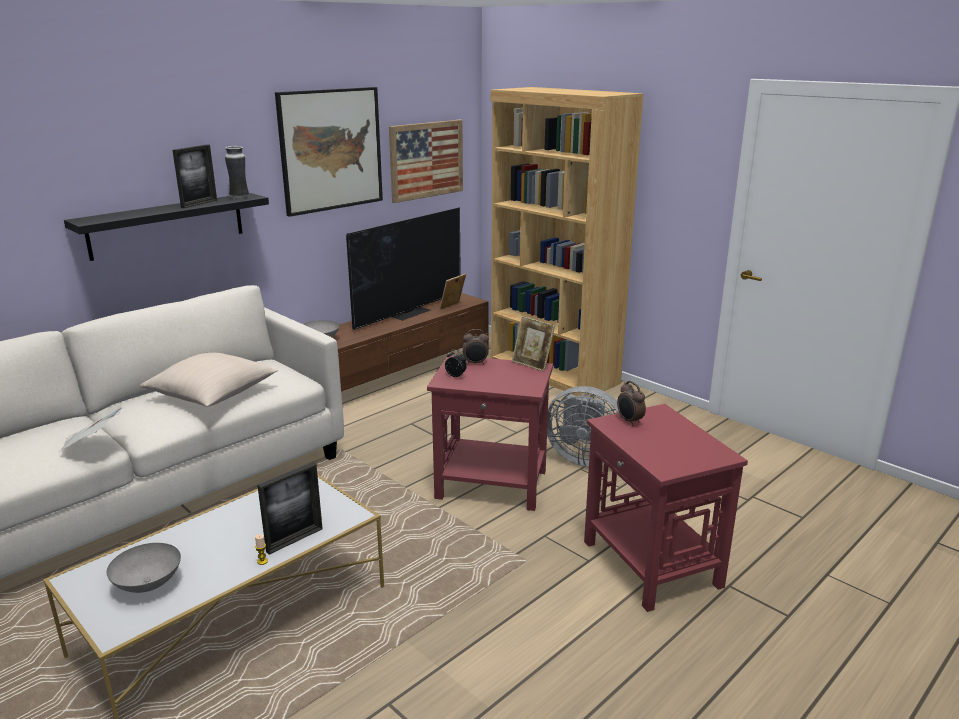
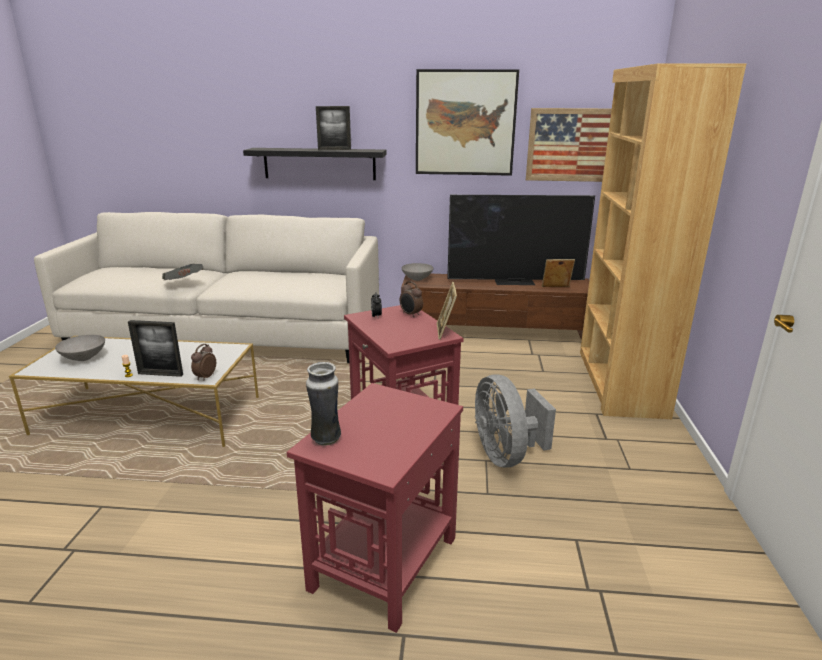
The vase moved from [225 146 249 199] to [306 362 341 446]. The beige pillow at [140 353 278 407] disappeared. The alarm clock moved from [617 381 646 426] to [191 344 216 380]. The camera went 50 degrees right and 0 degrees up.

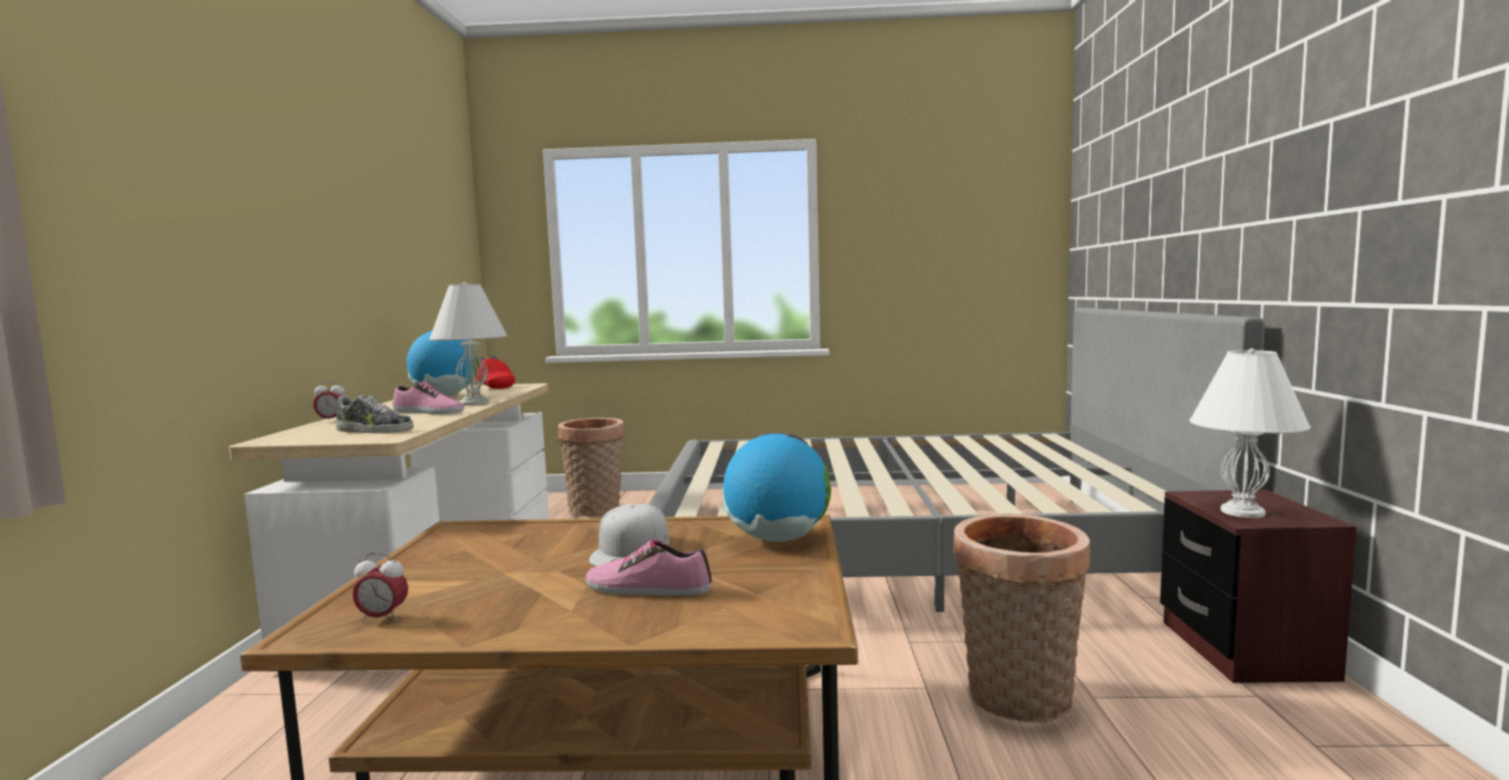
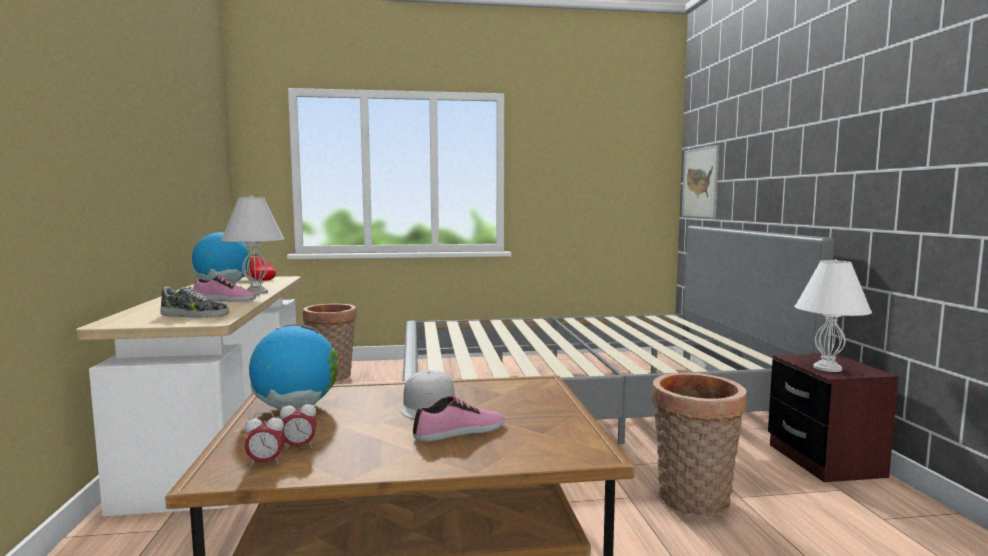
The alarm clock moved from [313 380 345 422] to [280 399 317 451]. The globe moved from [722 432 831 542] to [249 324 338 409]. The shoe at [585 540 711 595] turned 150 degrees clockwise. The picture at [682 145 719 218] appeared. The camera went 10 degrees left and 0 degrees up.

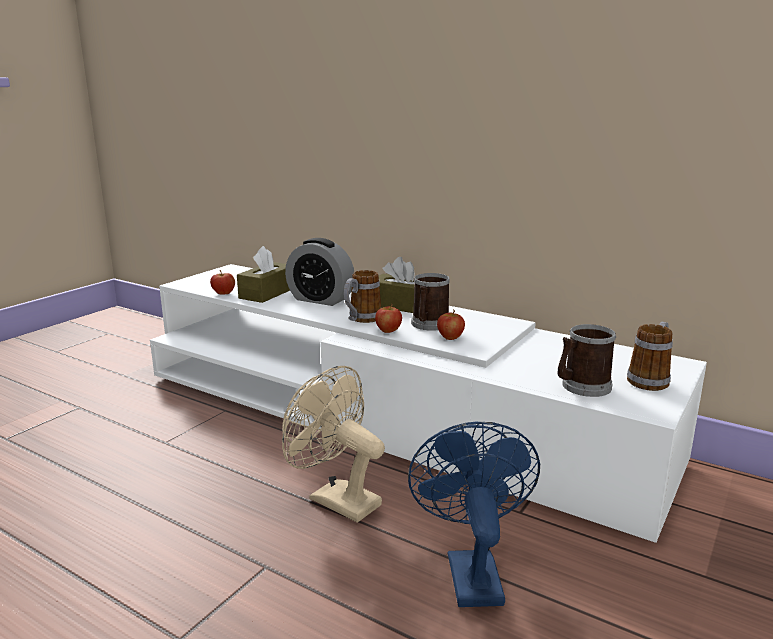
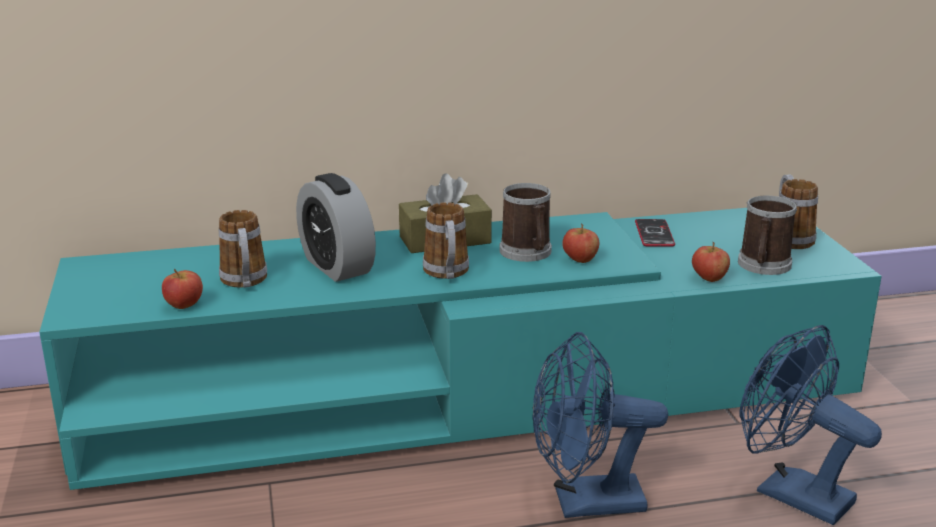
The alarm clock at [285 238 354 306] turned 75 degrees clockwise. The brown tissue box at [237 246 290 303] was replaced by the mug at [219 210 267 288]. The white tv stand at [150 264 707 543] became the turquoise tv stand at [39 208 882 490]. The apple moved from [375 303 402 333] to [692 242 730 282]. The beige fan at [282 366 385 523] became the blue fan at [532 332 668 518]. The phone at [635 219 675 246] appeared. The camera went 45 degrees left and 5 degrees up.

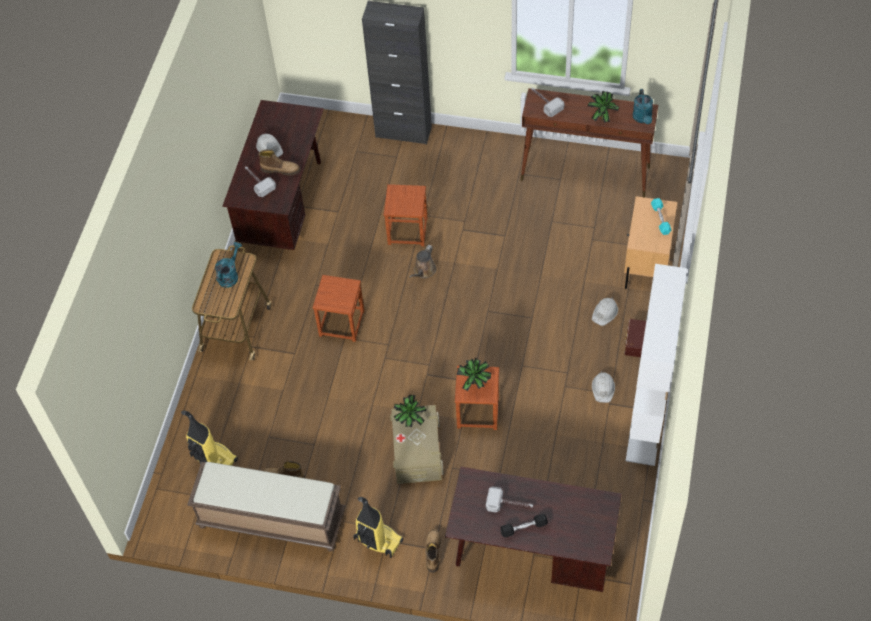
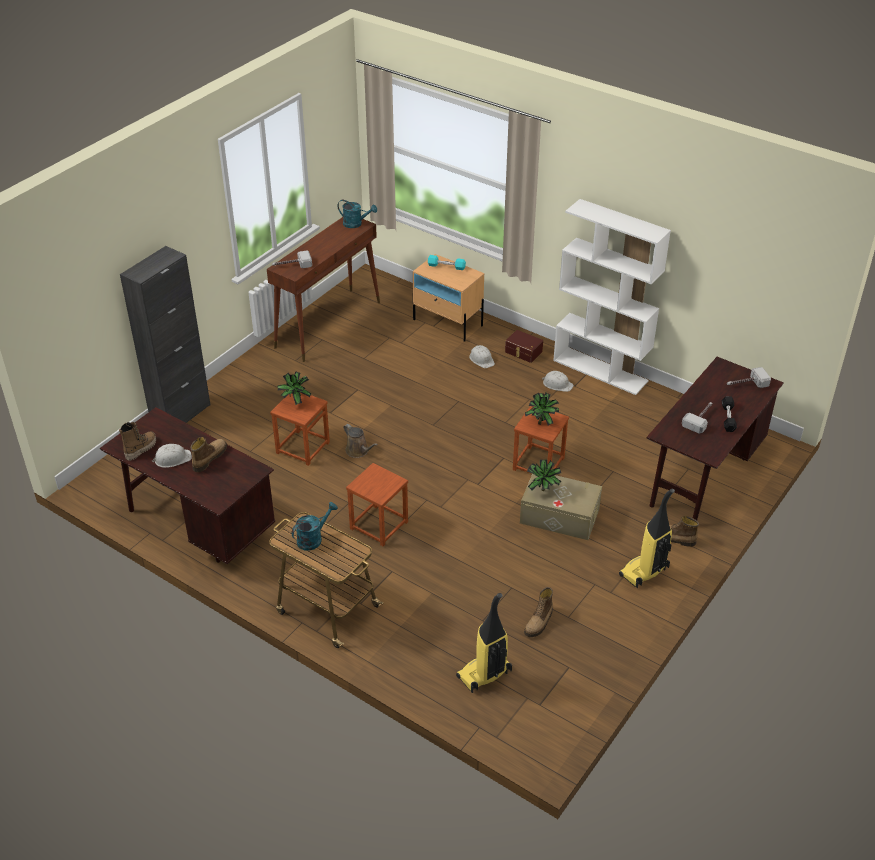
The potted plant moved from [588 91 619 123] to [277 371 311 405]. The hammer moved from [245 166 276 197] to [727 367 771 388]. The turquoise watering can at [215 242 242 288] turned 90 degrees clockwise. The brown bench at [187 462 345 551] disappeared. The boot at [119 422 156 461] appeared. The camera went 70 degrees left and 15 degrees down.

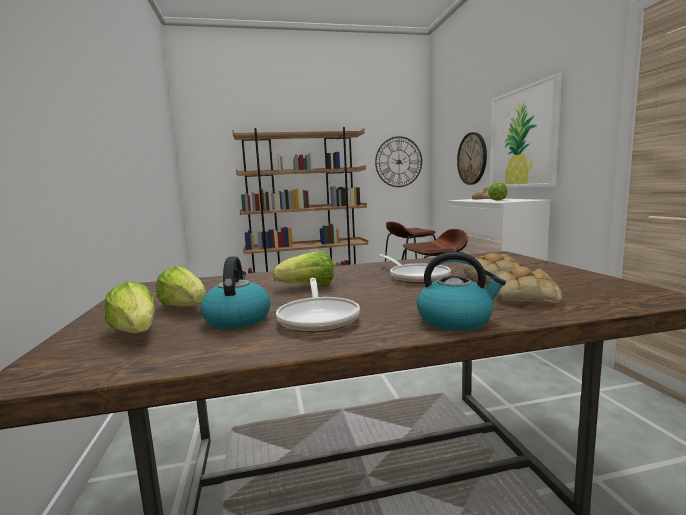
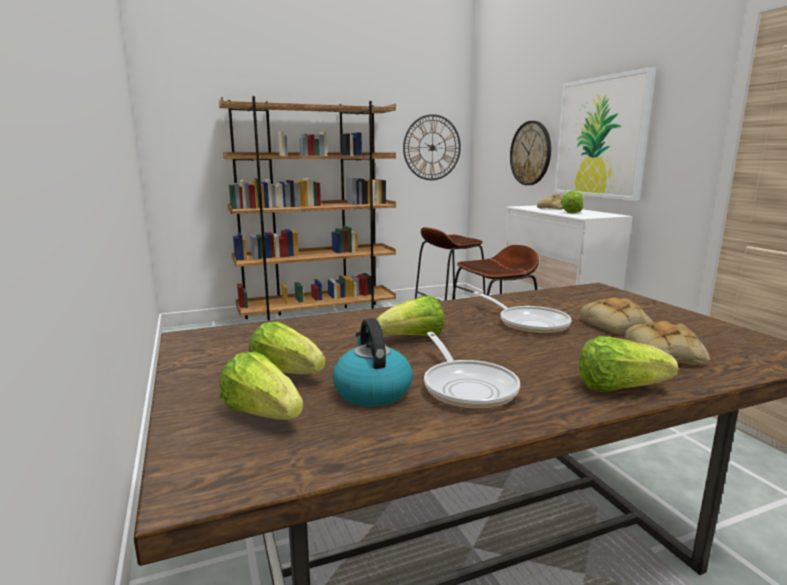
The kettle at [417 252 506 331] was replaced by the lettuce at [579 336 678 392]. The camera went 10 degrees left and 5 degrees up.

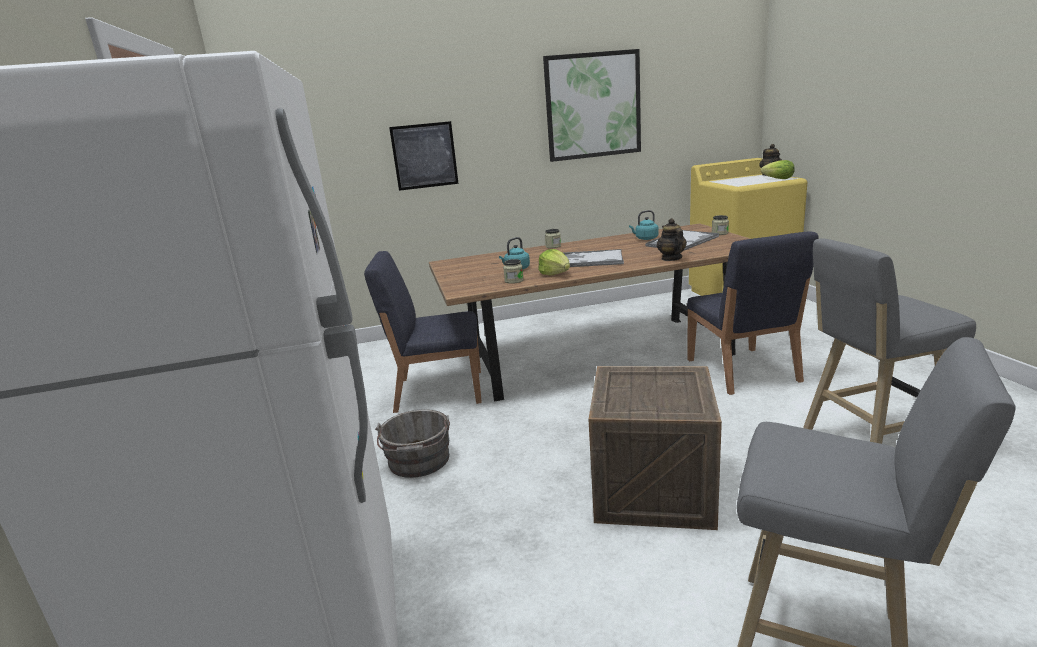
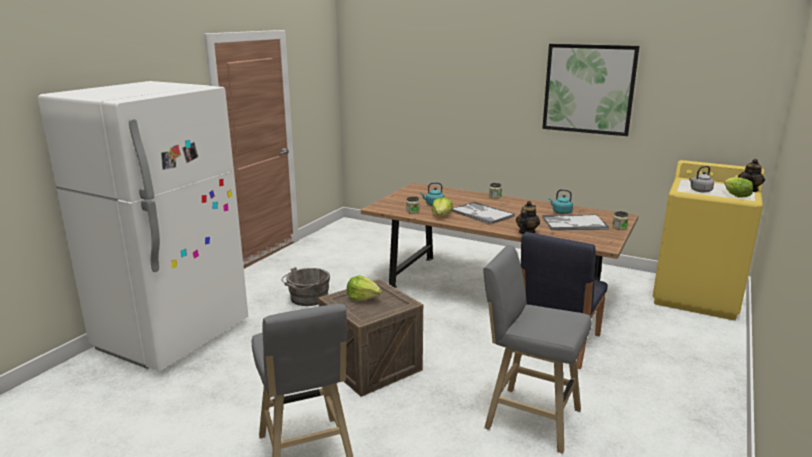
The picture at [389 121 459 191] disappeared. The blue chair at [364 251 482 413] disappeared. The grey kettle at [689 166 714 192] appeared. The lettuce at [347 275 382 301] appeared. The camera went 40 degrees right and 0 degrees up.

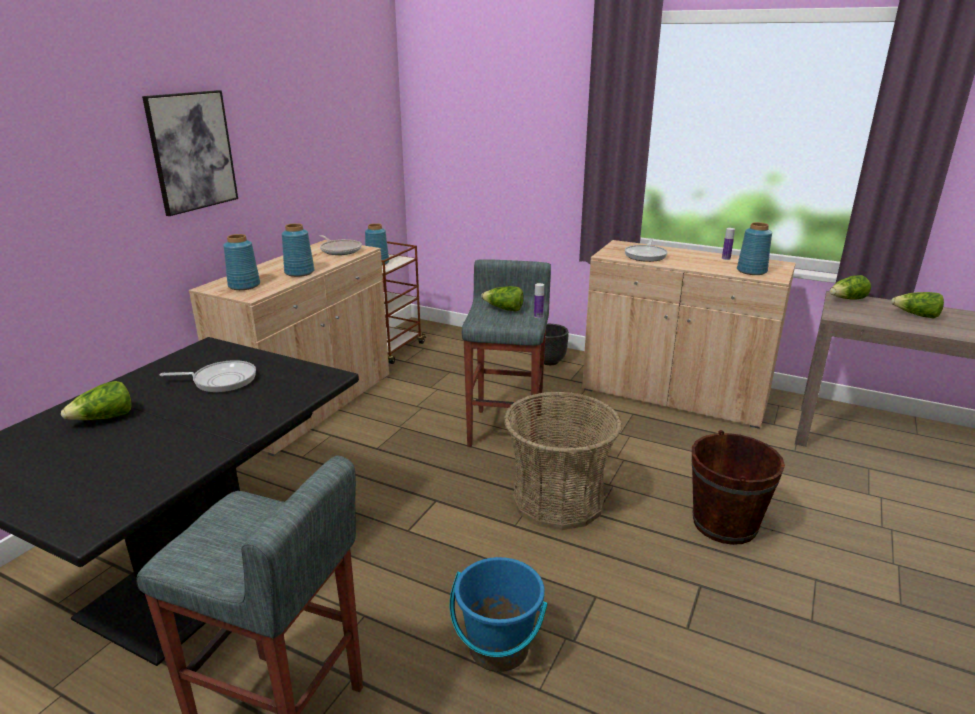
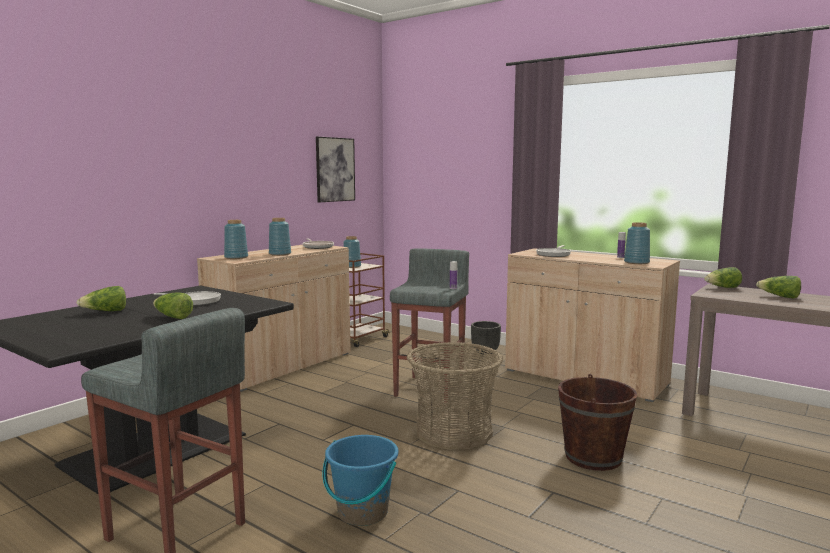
The picture moved from [142 90 238 216] to [316 136 355 202]. The lettuce moved from [481 286 524 311] to [153 292 193 319]. The camera went 10 degrees right and 15 degrees down.

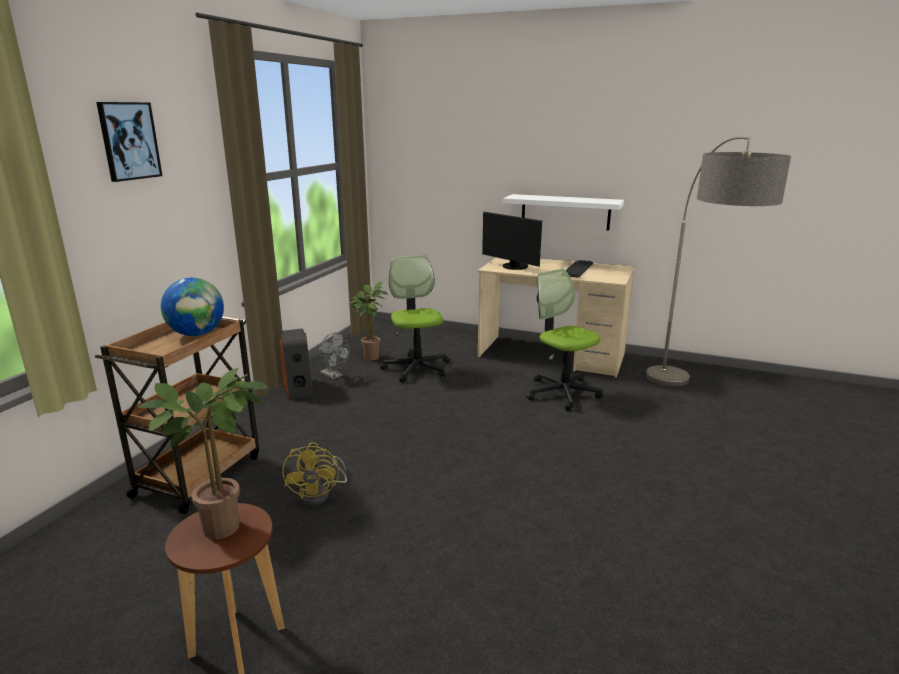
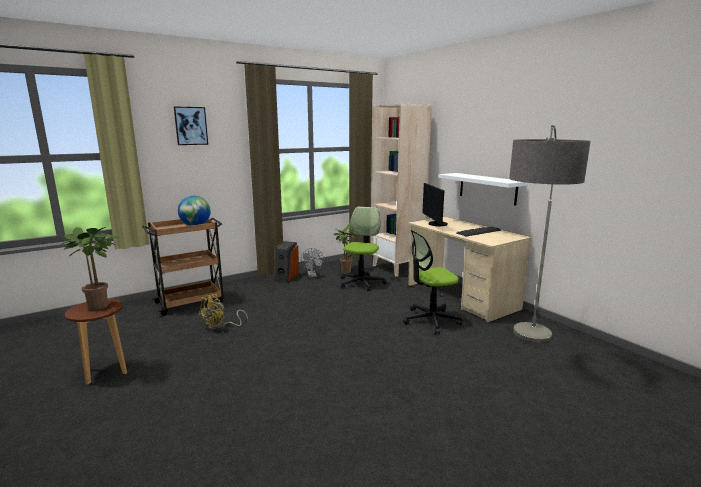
The office chair at [526 269 603 411] turned 105 degrees counterclockwise. The beige bookcase at [371 104 432 277] appeared. The camera went 35 degrees right and 5 degrees down.

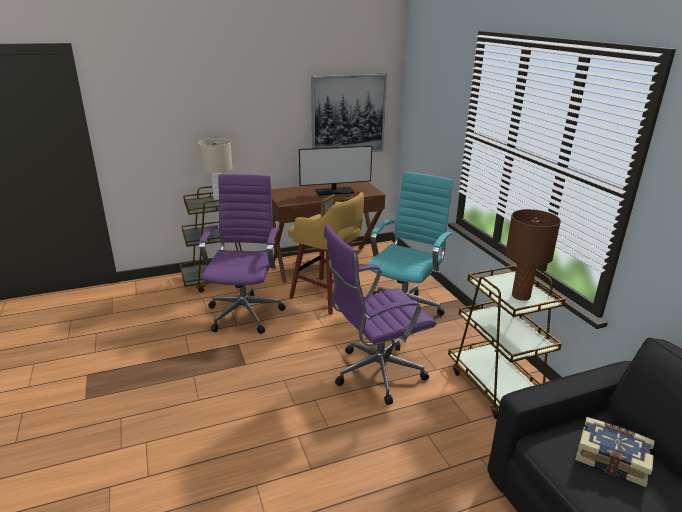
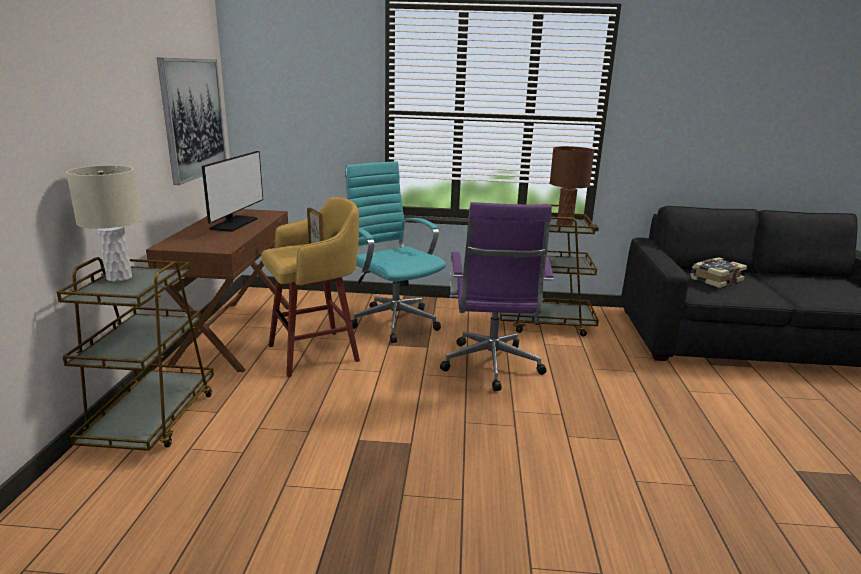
The purple office chair at [199 174 286 334] disappeared. The camera went 65 degrees left and 5 degrees down.

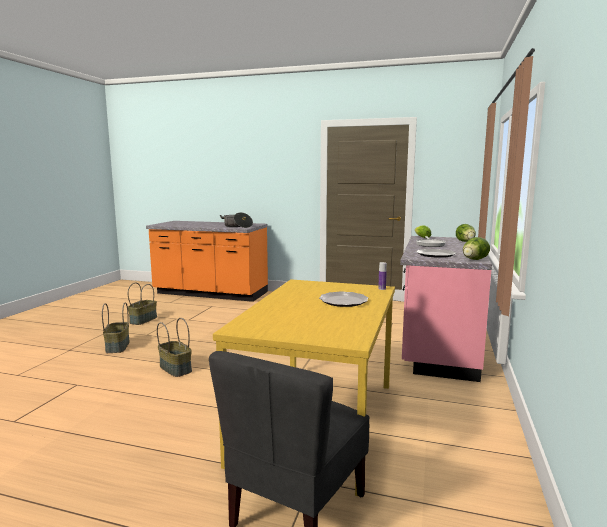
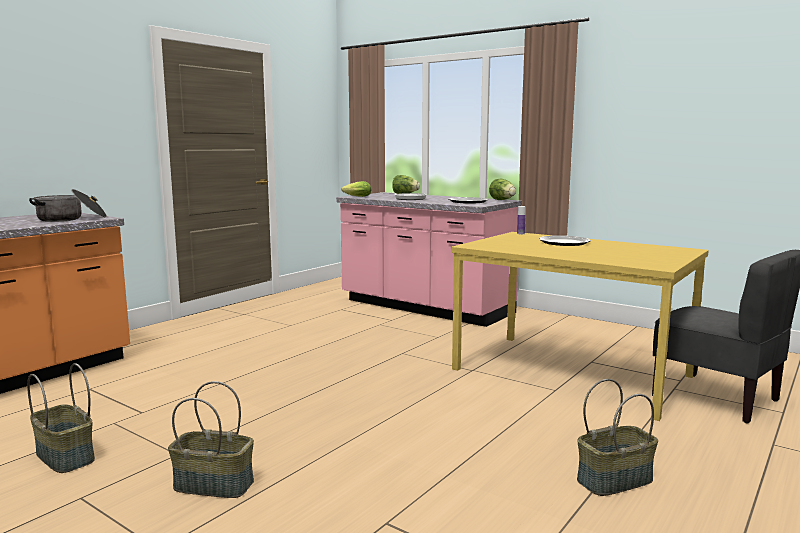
The basket moved from [157 318 192 377] to [577 379 658 496]. The camera went 70 degrees left and 0 degrees up.

